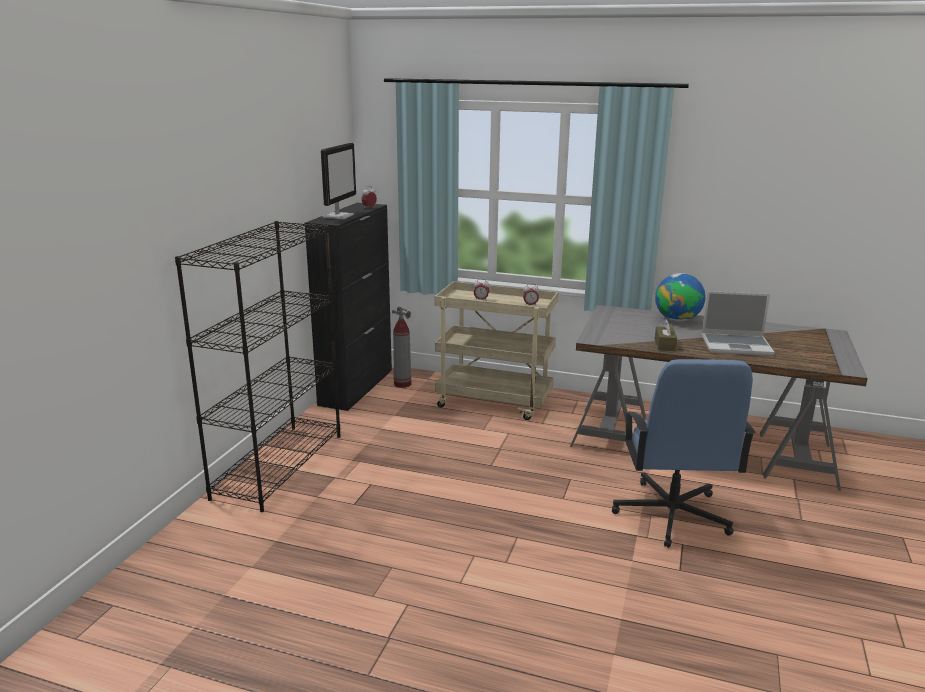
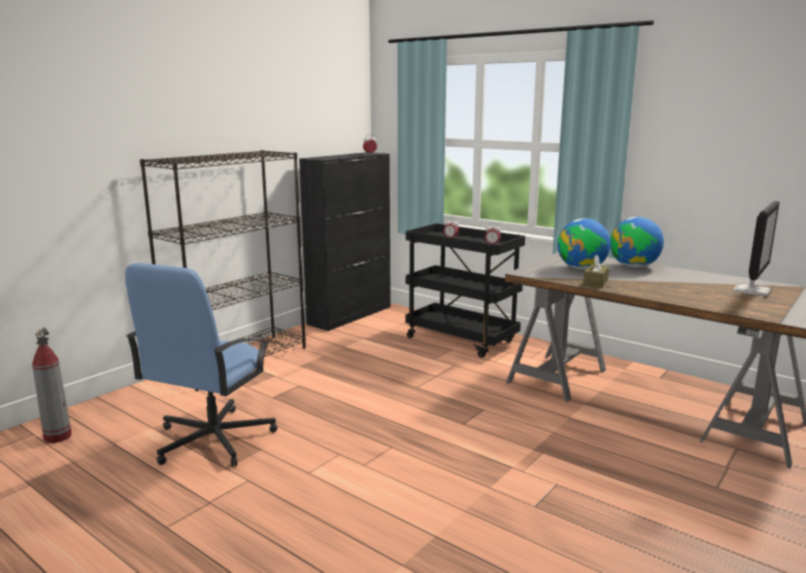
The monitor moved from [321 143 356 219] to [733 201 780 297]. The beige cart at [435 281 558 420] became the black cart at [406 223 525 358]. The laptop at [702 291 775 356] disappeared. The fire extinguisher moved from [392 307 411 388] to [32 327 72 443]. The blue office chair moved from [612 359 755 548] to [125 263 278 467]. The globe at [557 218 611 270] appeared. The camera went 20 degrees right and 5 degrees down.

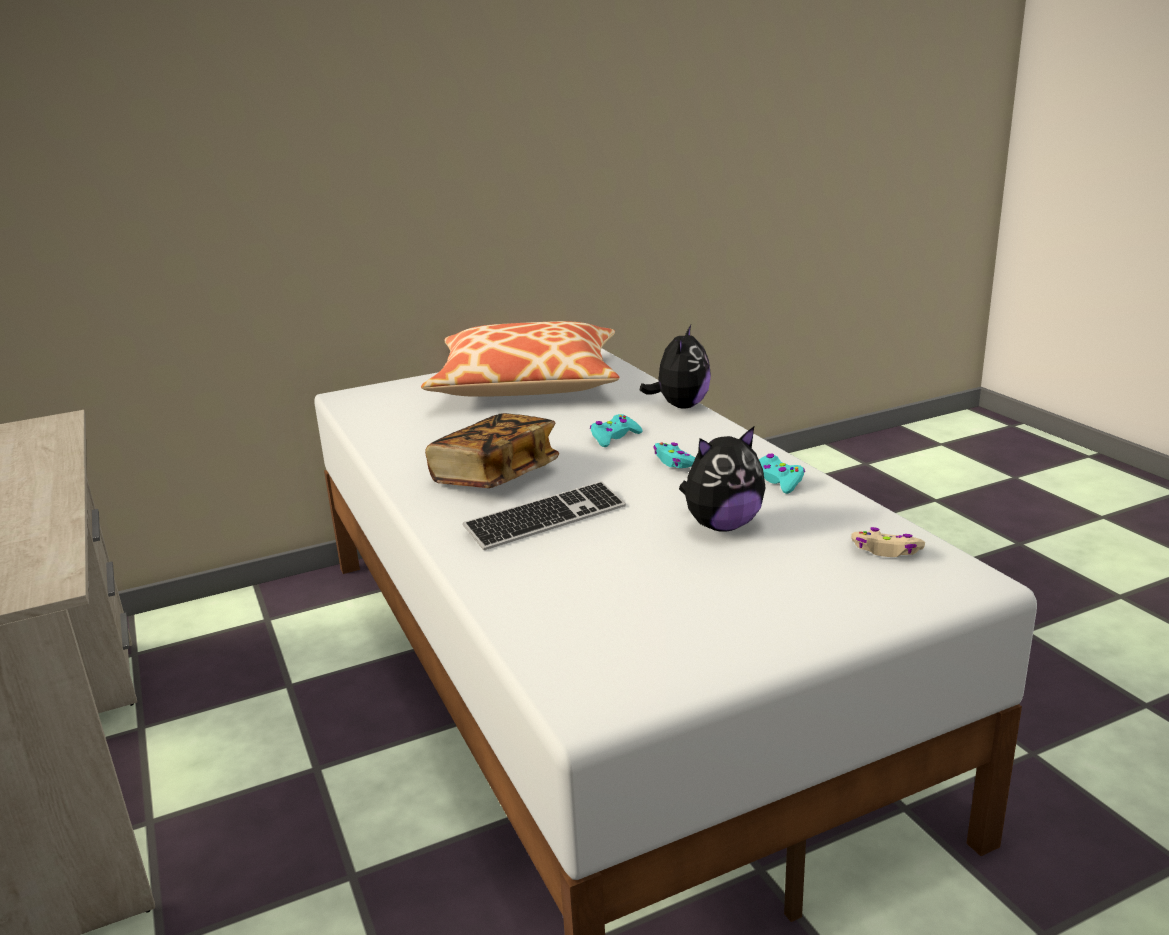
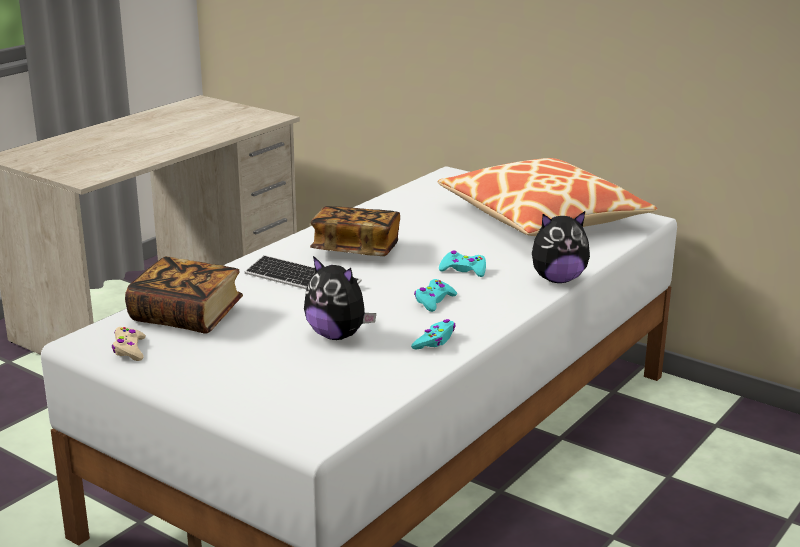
The beige game controller moved from [851 527 925 557] to [112 327 146 361]. The book at [125 256 243 333] appeared. The camera went 60 degrees right and 0 degrees up.

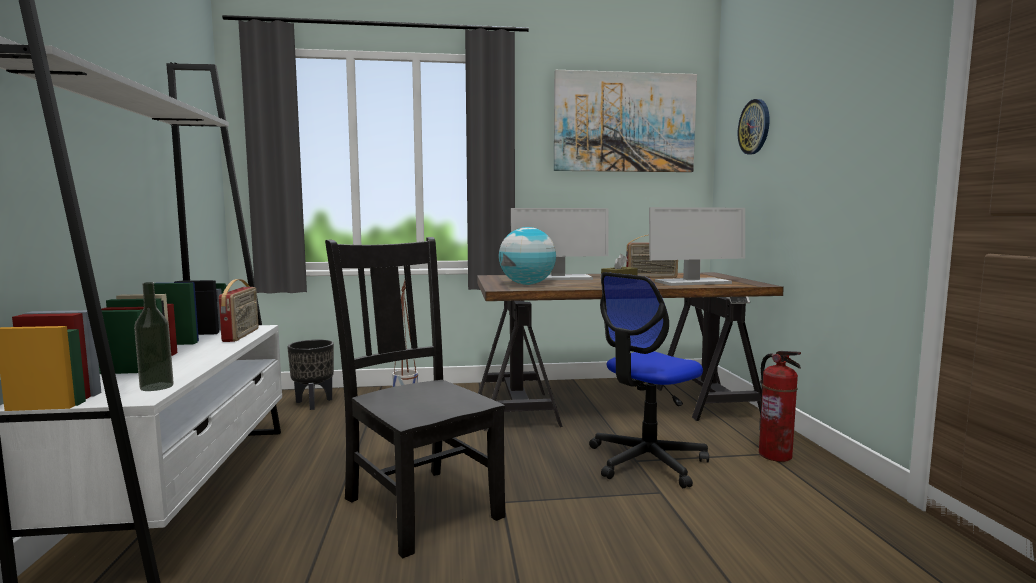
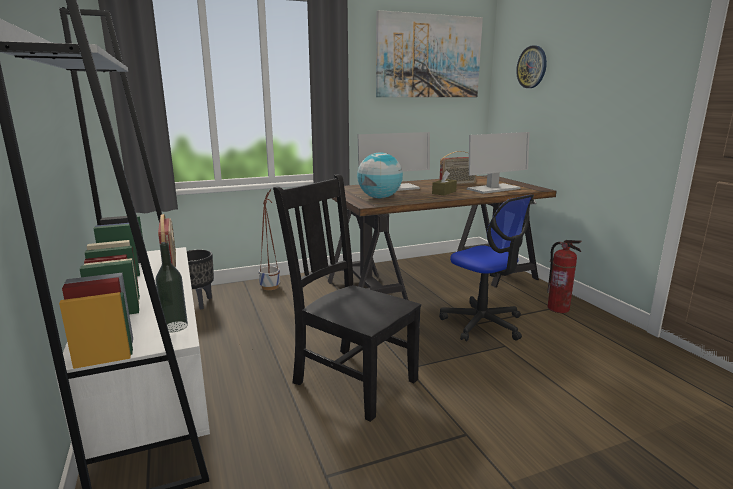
The office chair at [589 272 709 488] turned 75 degrees counterclockwise. The camera went 15 degrees left and 10 degrees up.

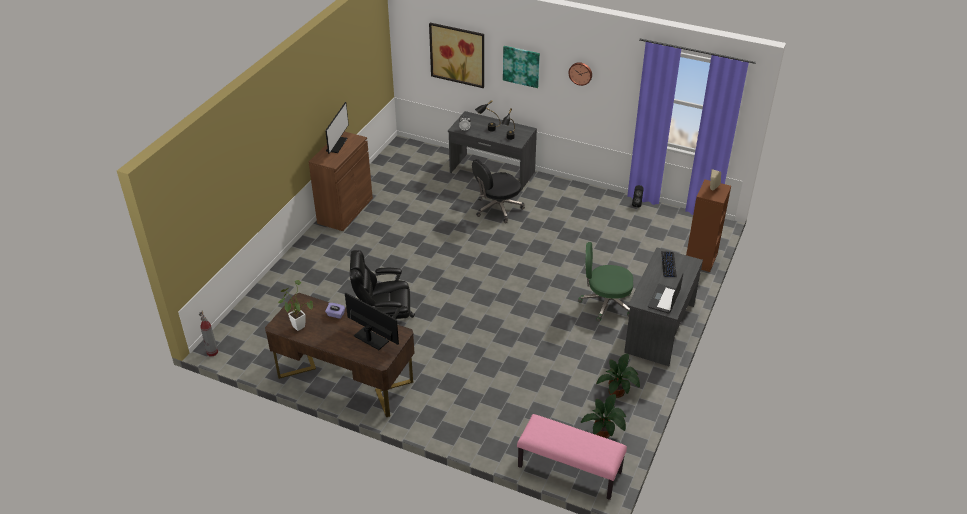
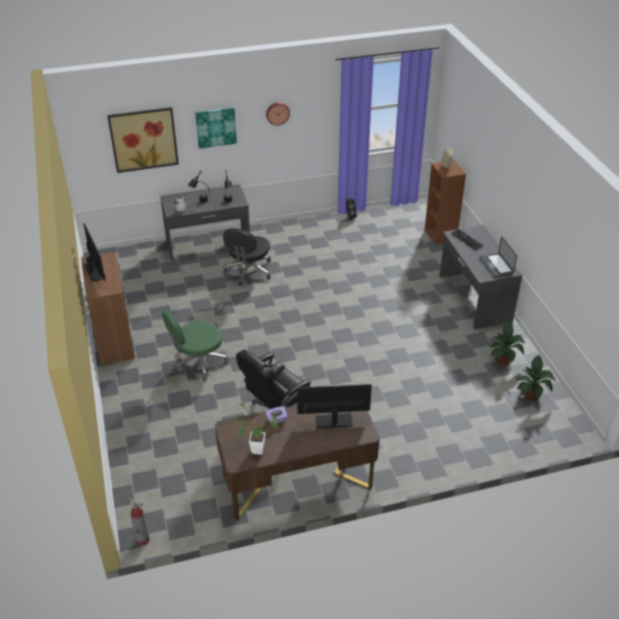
The green office chair moved from [578 242 633 321] to [162 310 229 381]. The pink bench at [517 414 627 500] disappeared. The camera went 40 degrees left and 0 degrees up.

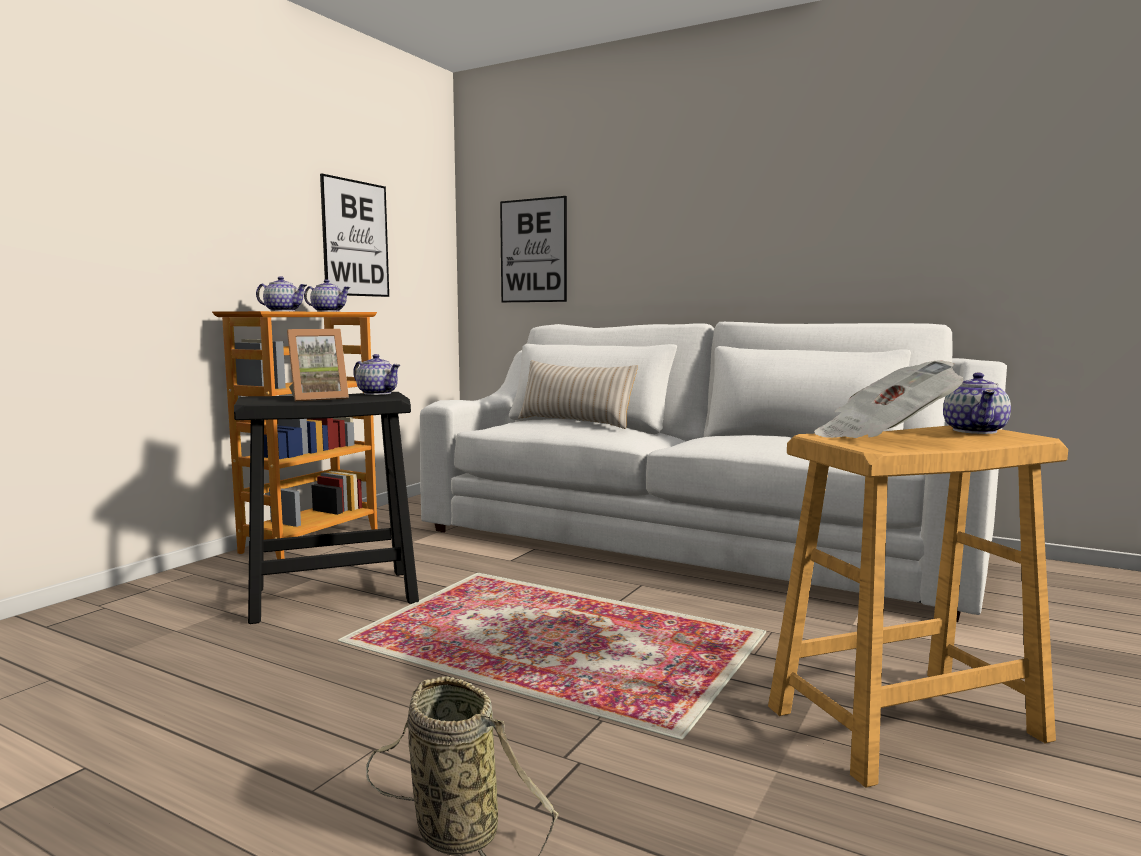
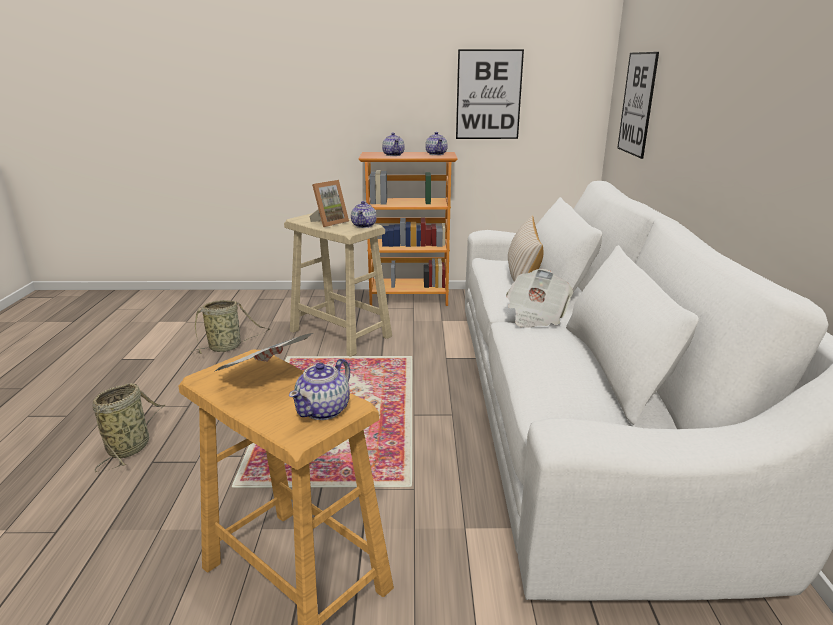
The picture frame at [287 329 349 401] turned 75 degrees counterclockwise. The teapot at [943 373 1011 434] turned 45 degrees counterclockwise. The black stool at [234 392 419 624] became the beige stool at [284 213 392 357]. The newspaper at [506 269 573 328] appeared. The basket at [191 300 270 354] appeared. The camera went 60 degrees right and 15 degrees up.

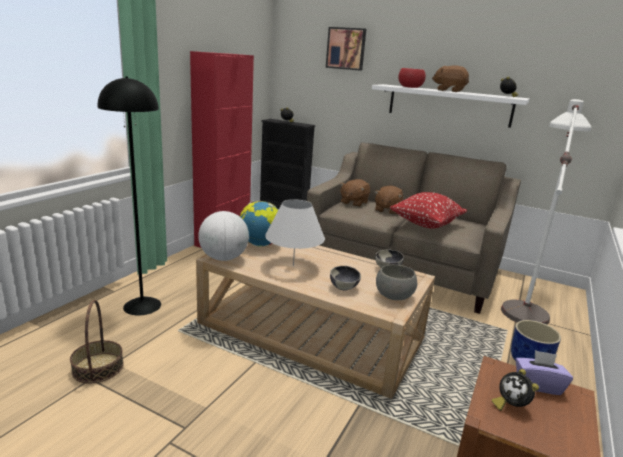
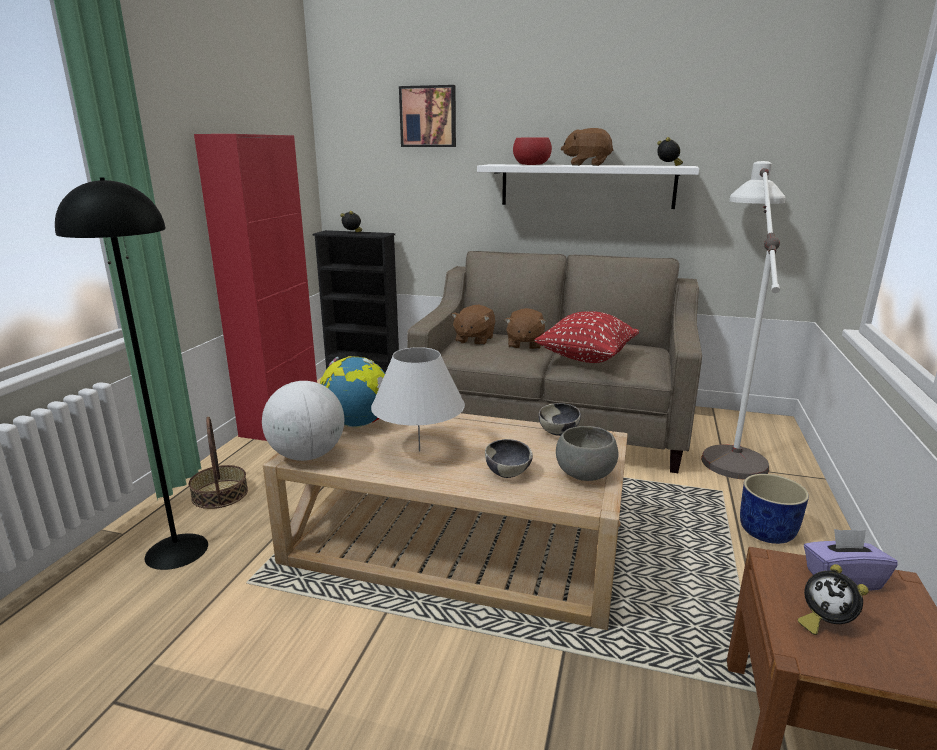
The basket moved from [70 300 124 383] to [189 417 248 509]. The camera went 10 degrees left and 0 degrees up.

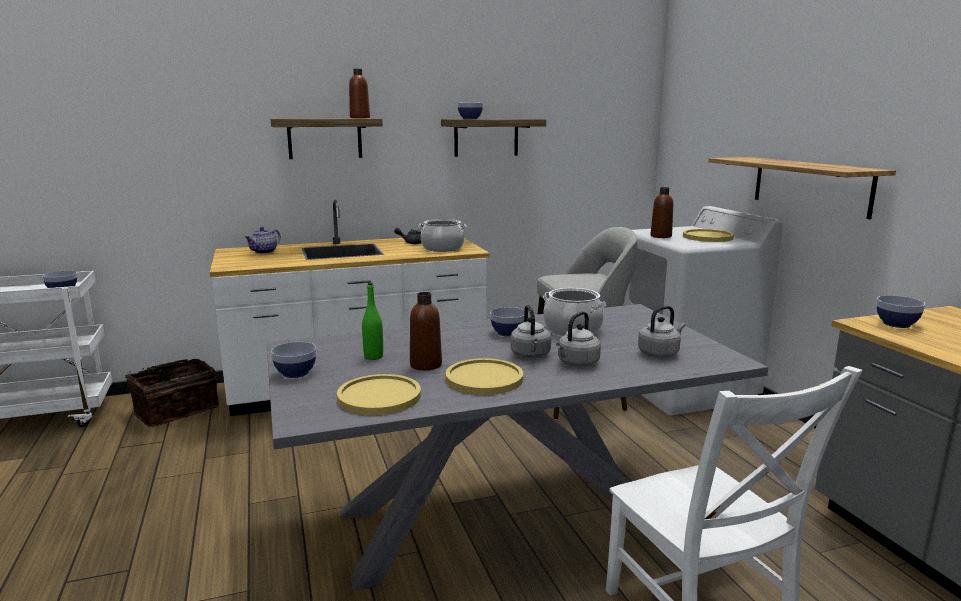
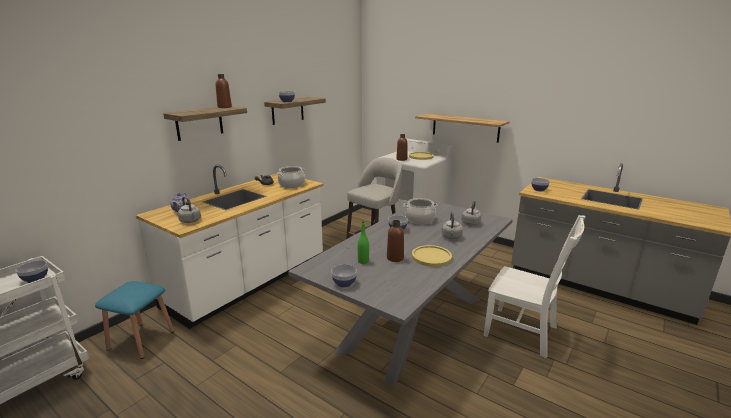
The grey kettle moved from [510 305 551 358] to [178 196 201 223]. The basket at [125 359 219 427] was replaced by the blue stool at [95 281 174 359]. The yellow plate at [337 374 421 415] disappeared. The camera went 35 degrees left and 5 degrees up.

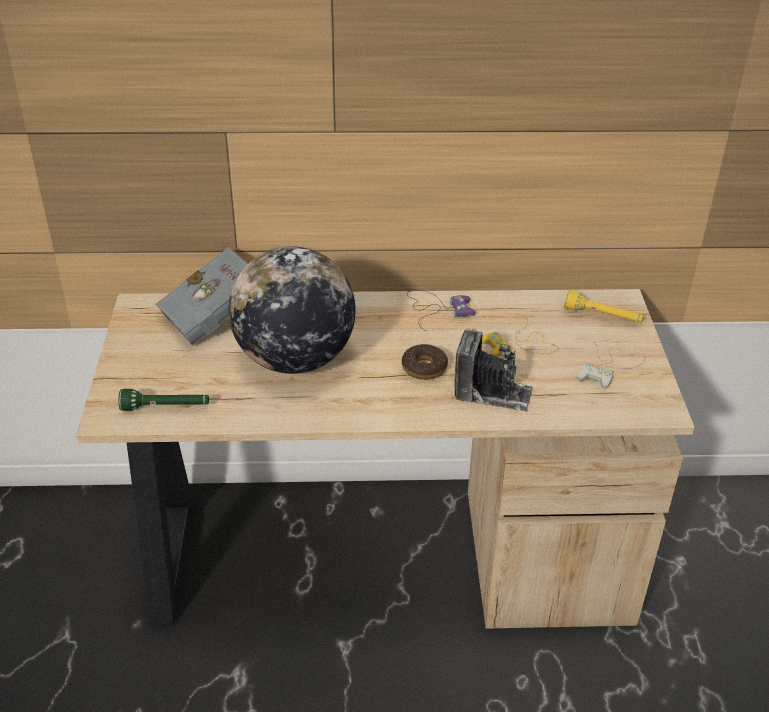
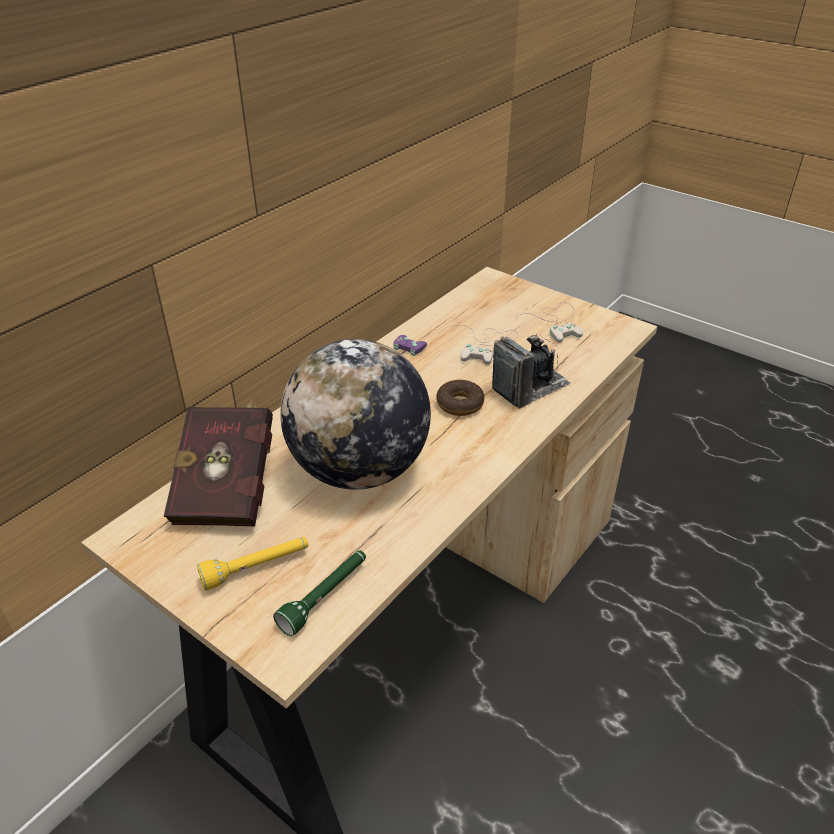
The grey book at [155 247 247 346] became the red book at [164 399 273 526]. The yellow flashlight moved from [564 290 643 322] to [197 537 308 591]. The yellow game controller at [482 313 558 357] became the white game controller at [451 325 518 365]. The camera went 50 degrees left and 0 degrees up.

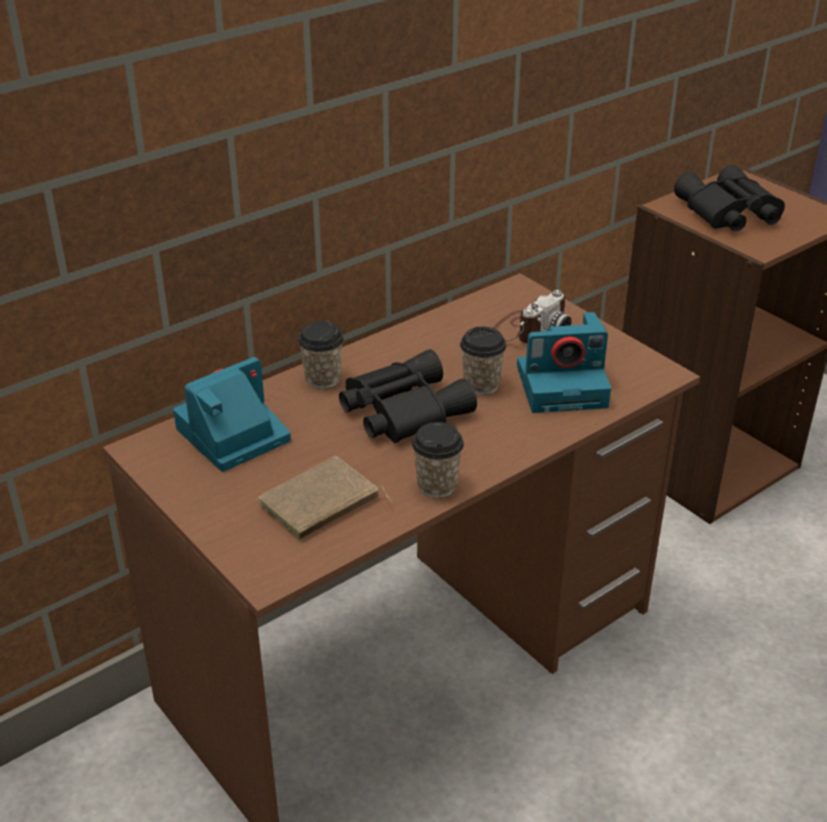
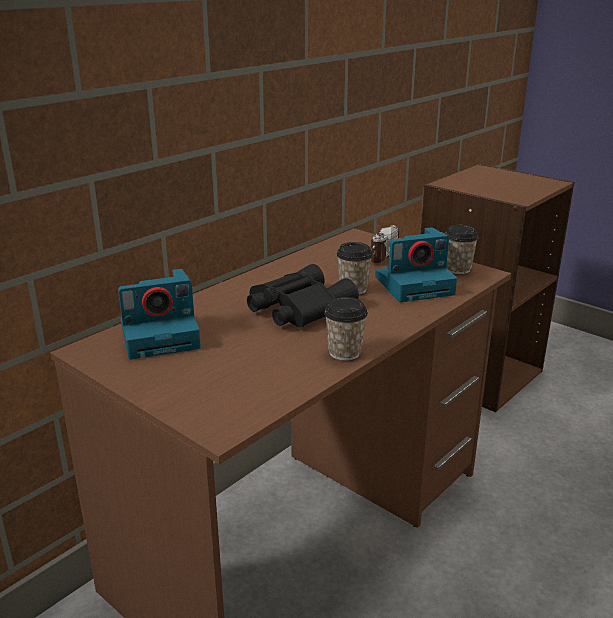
The black binoculars at [674 165 785 231] disappeared. The cup moved from [298 321 344 389] to [445 225 479 274]. The photo camera at [173 357 291 472] turned 150 degrees counterclockwise. The brown book at [258 456 392 540] disappeared. The camera went 10 degrees left and 10 degrees down.

